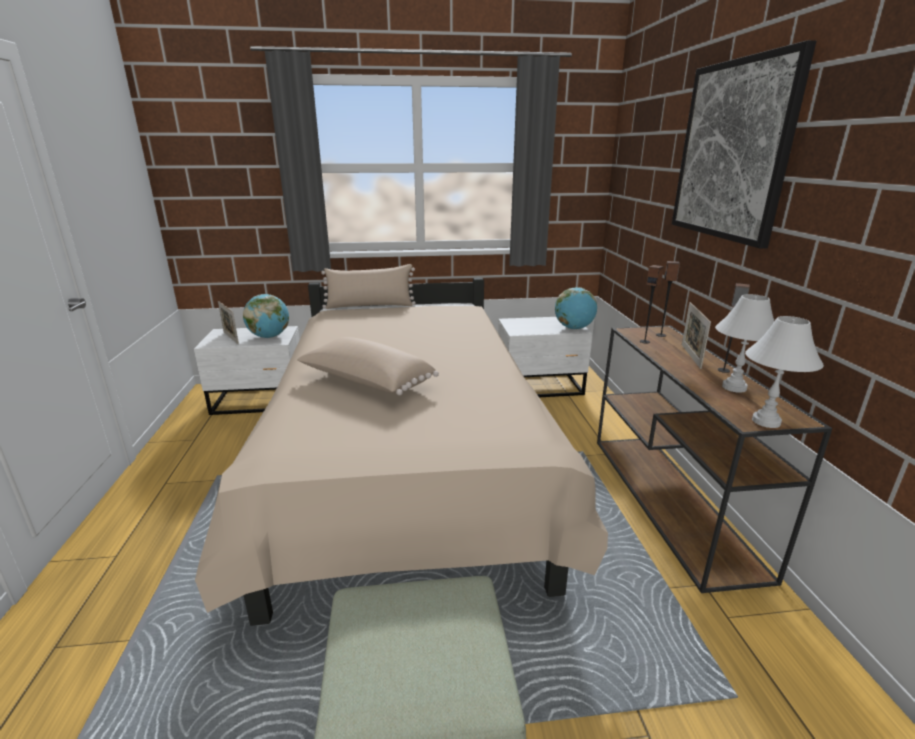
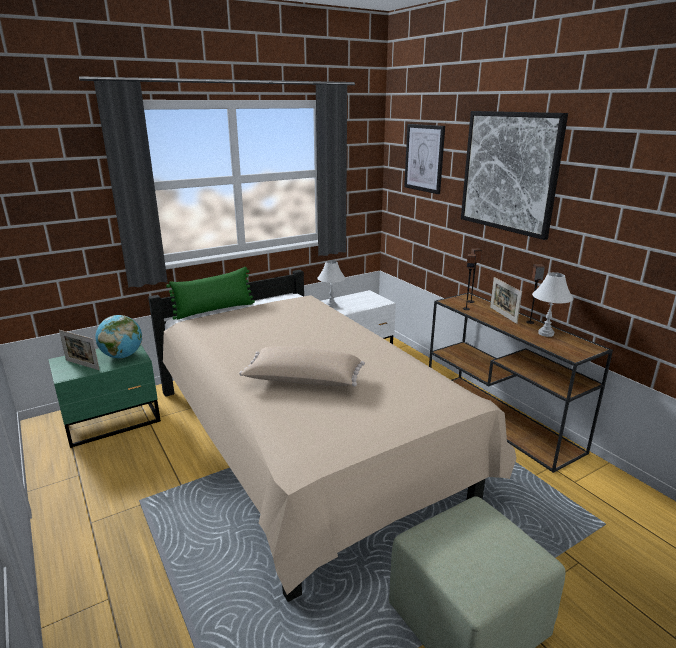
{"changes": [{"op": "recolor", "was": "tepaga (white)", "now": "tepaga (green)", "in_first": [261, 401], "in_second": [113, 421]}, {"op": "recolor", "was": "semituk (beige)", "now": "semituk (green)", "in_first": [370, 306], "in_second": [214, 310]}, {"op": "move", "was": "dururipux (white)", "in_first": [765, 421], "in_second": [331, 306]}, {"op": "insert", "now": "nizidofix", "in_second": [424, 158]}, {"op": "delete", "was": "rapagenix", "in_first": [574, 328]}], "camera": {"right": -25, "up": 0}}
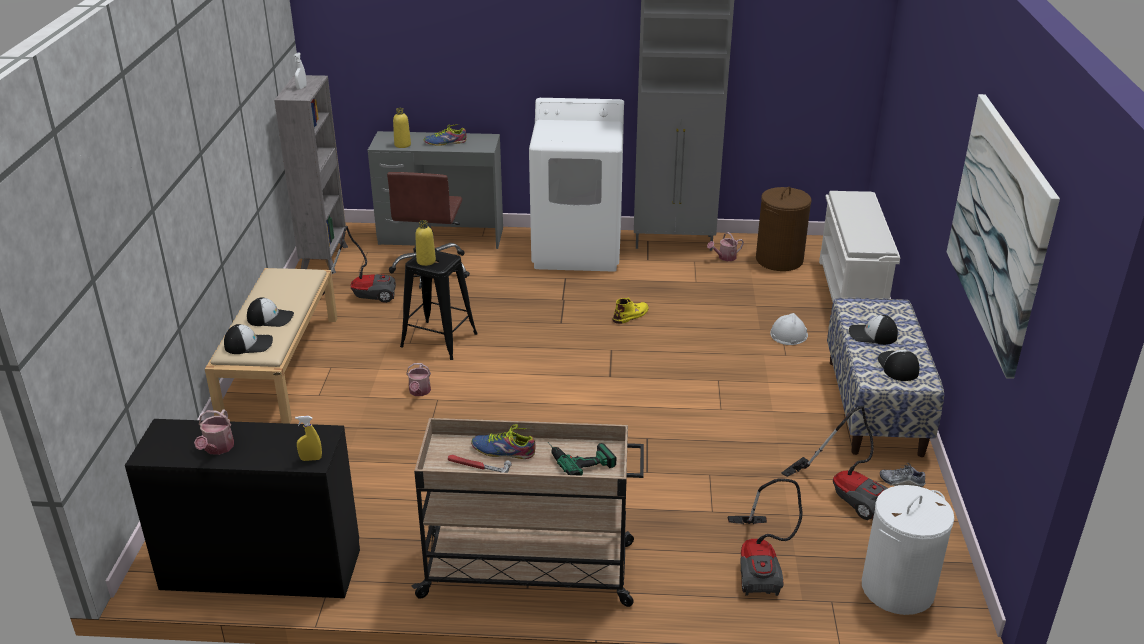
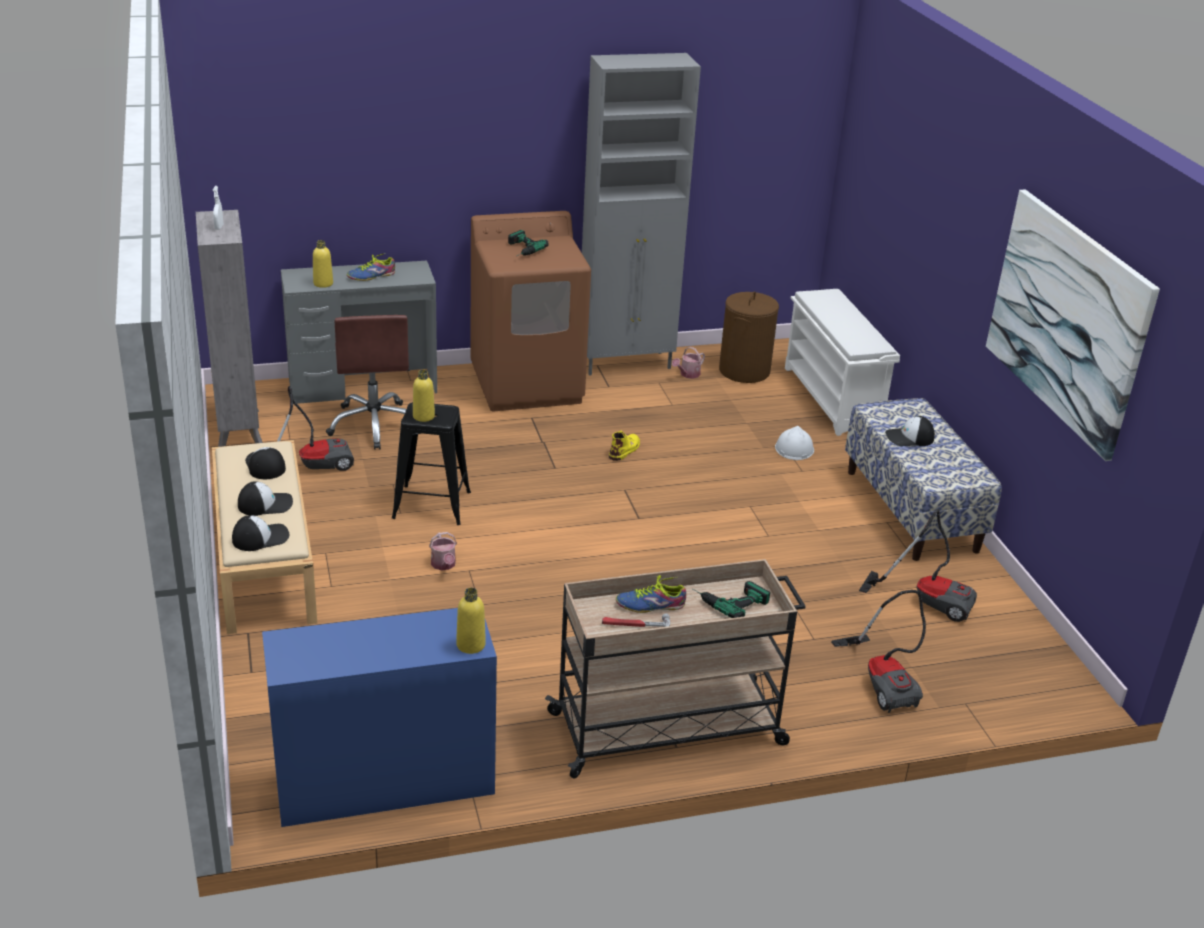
{"changes": [{"op": "move", "was": "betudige", "in_first": [897, 367], "in_second": [265, 465]}, {"op": "recolor", "was": "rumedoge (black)", "now": "rumedoge (blue)", "in_first": [261, 569], "in_second": [384, 782]}, {"op": "replace", "was": "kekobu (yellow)", "now": "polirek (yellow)", "in_first": [311, 459], "in_second": [471, 645]}, {"op": "recolor", "was": "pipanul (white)", "now": "pipanul (brown)", "in_first": [578, 250], "in_second": [527, 384]}, {"op": "insert", "now": "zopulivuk", "in_second": [520, 249]}, {"op": "delete", "was": "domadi", "in_first": [217, 448]}, {"op": "delete", "was": "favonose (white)", "in_first": [898, 588]}, {"op": "delete", "was": "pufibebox", "in_first": [901, 481]}], "camera": {"right": -20, "up": 0}}
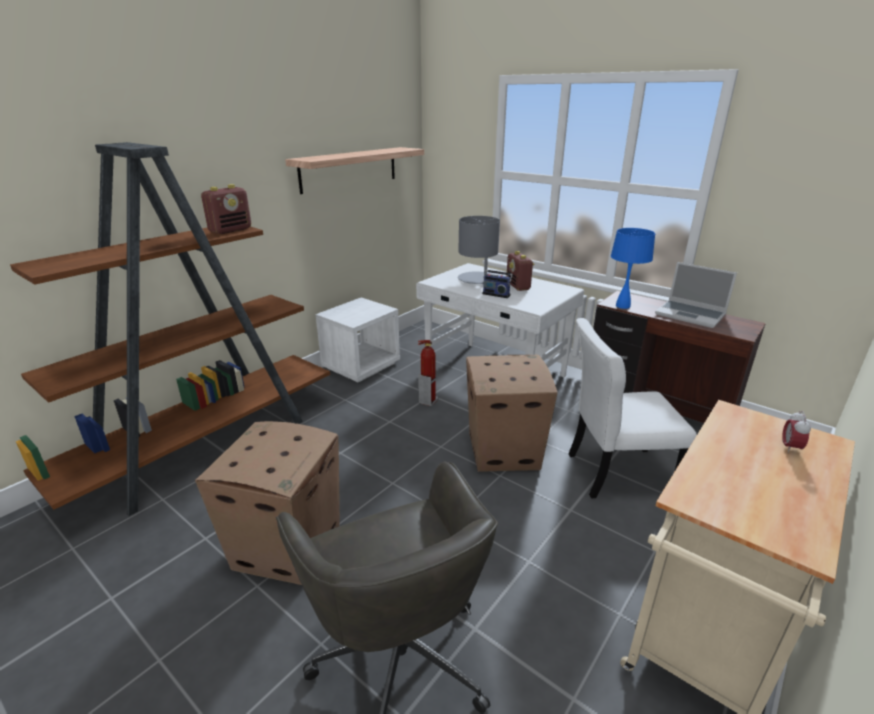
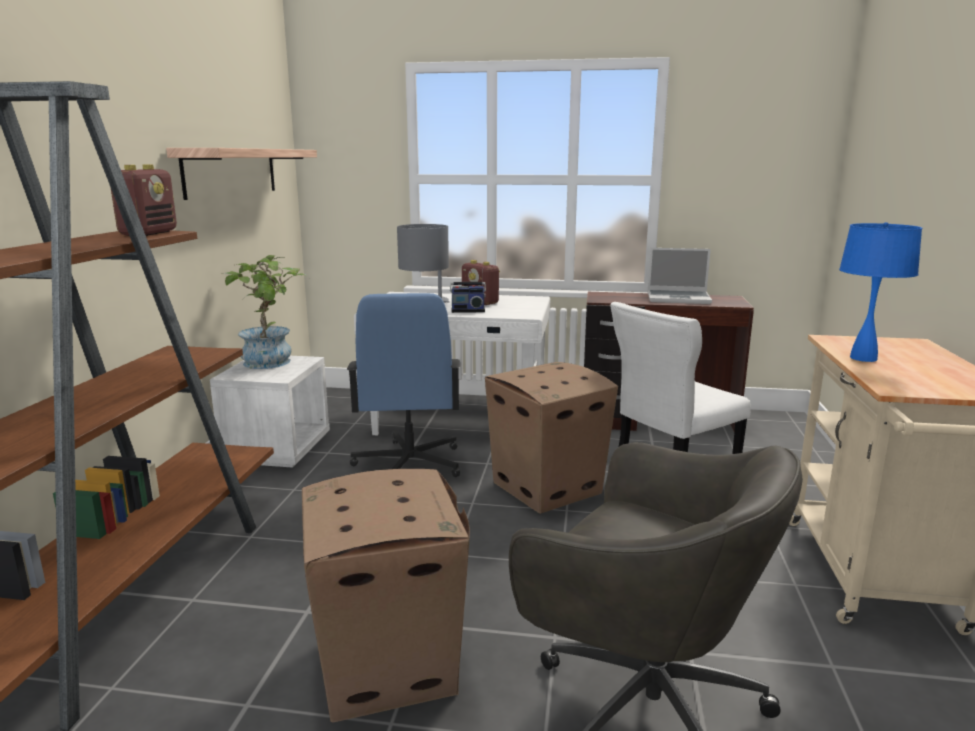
{"changes": [{"op": "insert", "now": "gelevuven", "in_second": [272, 363]}, {"op": "replace", "was": "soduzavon", "now": "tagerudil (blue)", "in_first": [428, 401], "in_second": [409, 464]}, {"op": "move", "was": "dururipux (blue)", "in_first": [623, 306], "in_second": [864, 358]}, {"op": "delete", "was": "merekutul", "in_first": [790, 448]}], "camera": {"right": -30, "up": -10}}
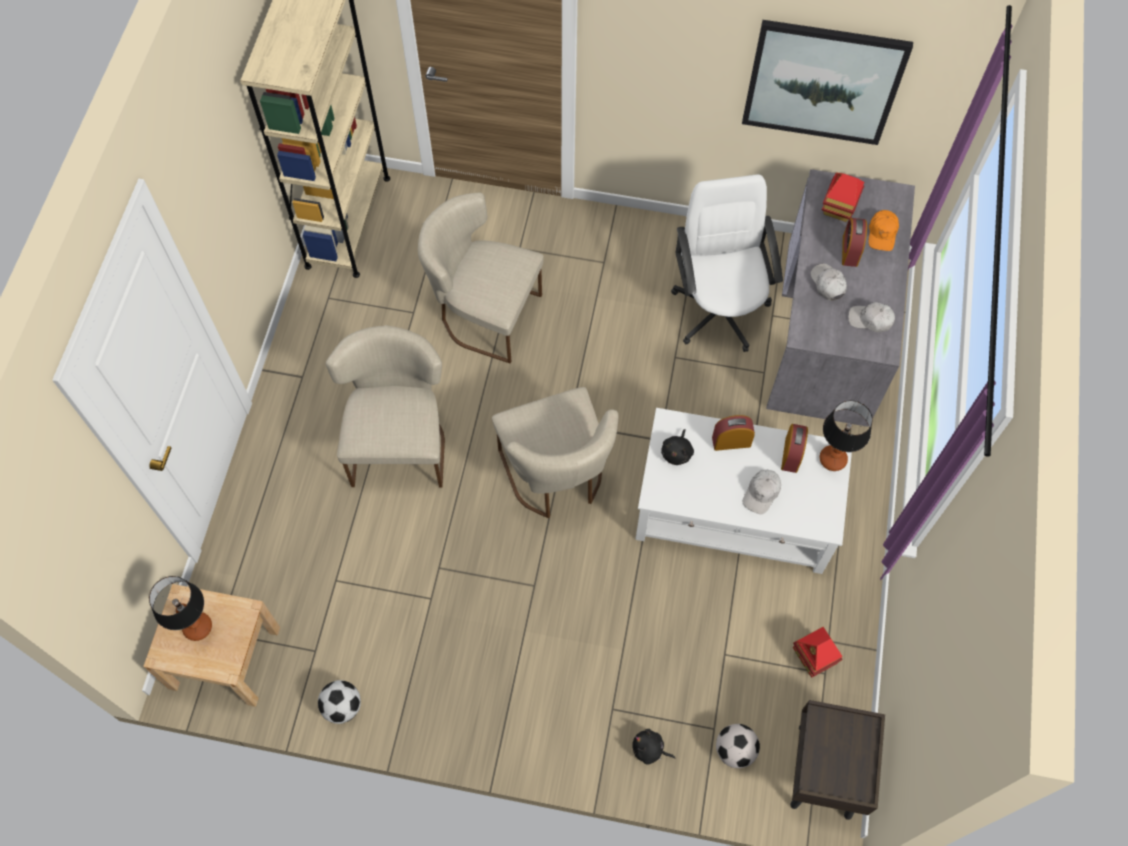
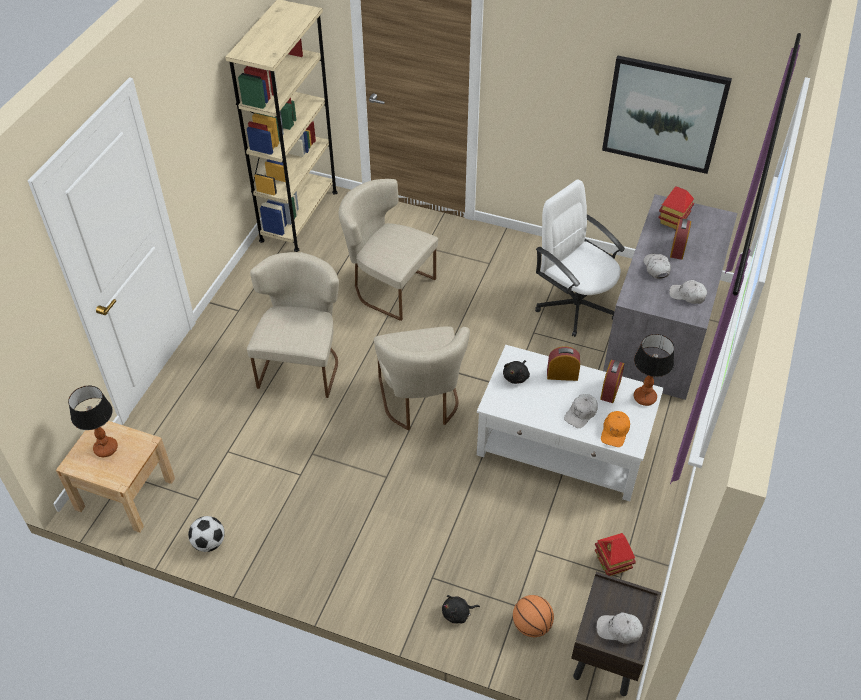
{"changes": [{"op": "rotate", "was": "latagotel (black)", "in_first": [649, 750], "in_second": [458, 613], "clockwise": -45}, {"op": "replace", "was": "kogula", "now": "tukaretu", "in_first": [734, 750], "in_second": [531, 625]}, {"op": "rotate", "was": "tagerudil (white)", "in_first": [719, 310], "in_second": [575, 305], "clockwise": -45}, {"op": "insert", "now": "betudige (white)", "in_second": [619, 630]}, {"op": "move", "was": "betudige (orange)", "in_first": [882, 234], "in_second": [615, 432]}], "camera": {"right": 10, "up": -15}}
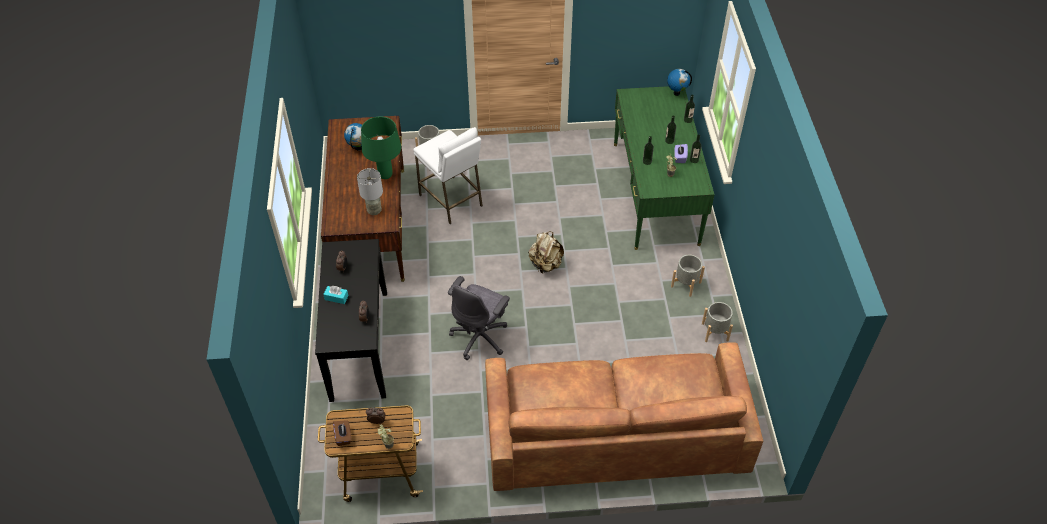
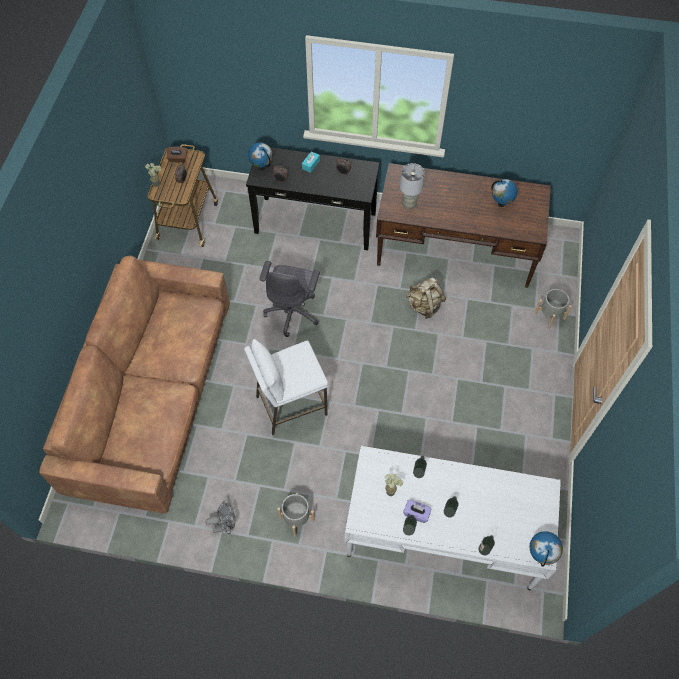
{"changes": [{"op": "replace", "was": "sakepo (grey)", "now": "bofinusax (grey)", "in_first": [715, 332], "in_second": [225, 525]}, {"op": "move", "was": "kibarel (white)", "in_first": [451, 200], "in_second": [291, 405]}, {"op": "insert", "now": "rapagenix", "in_second": [261, 167]}, {"op": "rotate", "was": "tagerudil (grey)", "in_first": [480, 337], "in_second": [293, 312], "clockwise": -120}, {"op": "recolor", "was": "rumedoge (green)", "now": "rumedoge (white)", "in_first": [655, 192], "in_second": [443, 534]}, {"op": "move", "was": "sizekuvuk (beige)", "in_first": [545, 264], "in_second": [424, 306]}, {"op": "delete", "was": "dururipux (green)", "in_first": [385, 175]}], "camera": {"right": 105, "up": 10}}
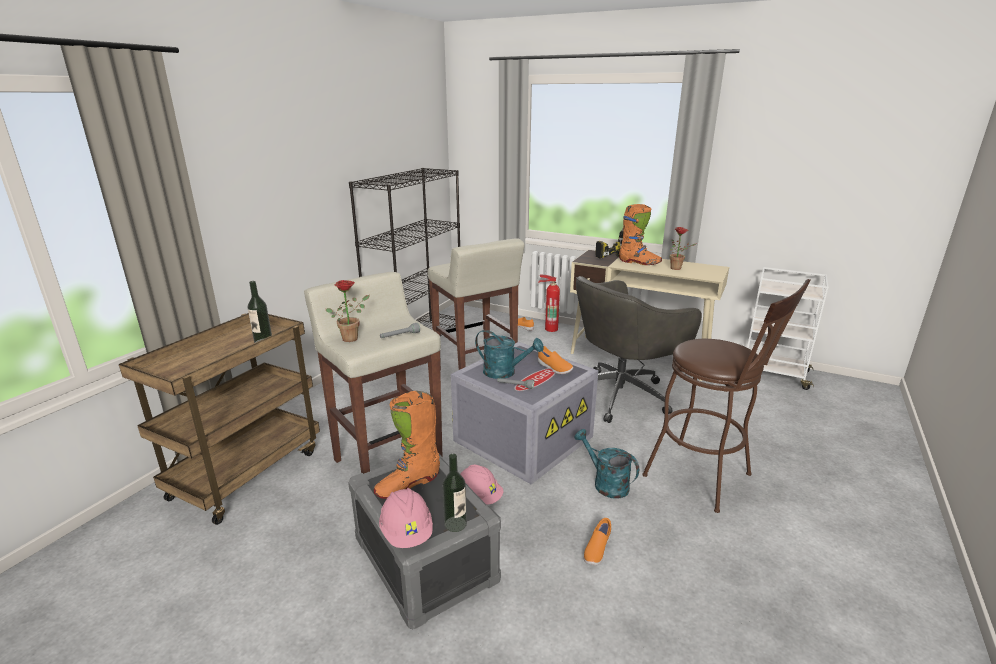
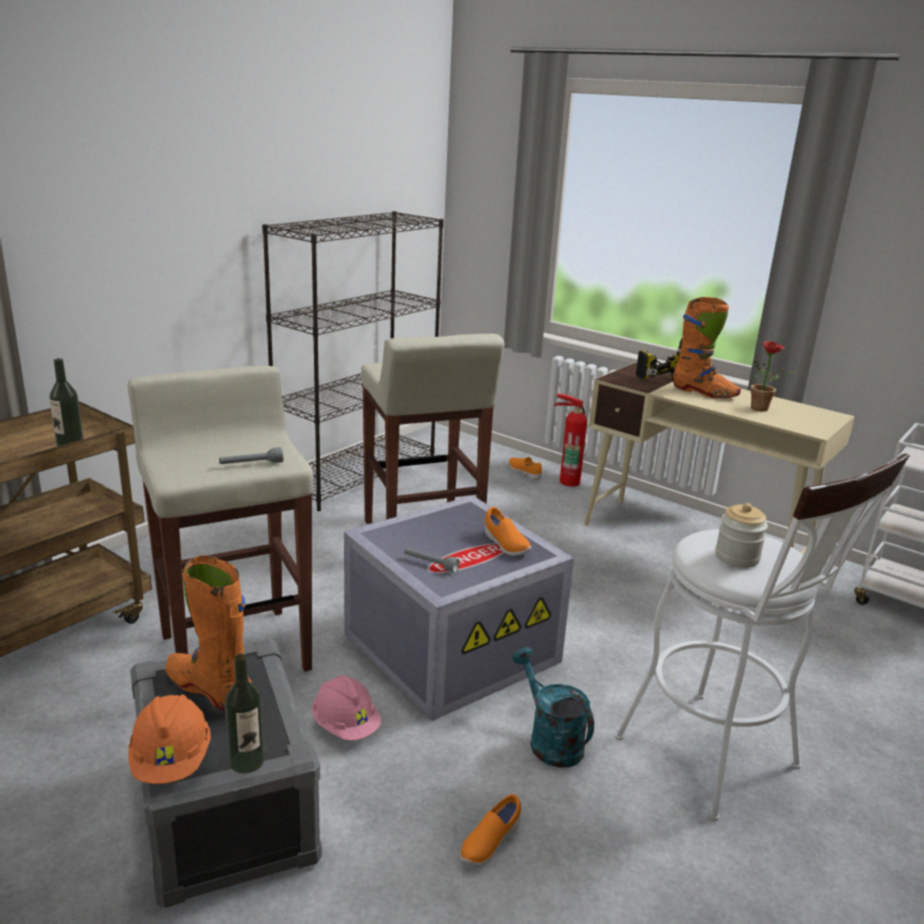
{"changes": [{"op": "recolor", "was": "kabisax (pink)", "now": "kabisax (orange)", "in_first": [407, 532], "in_second": [172, 761]}, {"op": "rotate", "was": "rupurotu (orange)", "in_first": [408, 484], "in_second": [209, 689], "clockwise": 60}, {"op": "recolor", "was": "kibarel (brown)", "now": "kibarel (white)", "in_first": [706, 478], "in_second": [718, 761]}, {"op": "insert", "now": "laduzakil", "in_second": [737, 557]}, {"op": "delete", "was": "gelevuven", "in_first": [352, 337]}, {"op": "delete", "was": "domadi (turquoise)", "in_first": [505, 372]}, {"op": "delete", "was": "tagerudil (grey)", "in_first": [621, 395]}], "camera": {"right": 10, "up": 0}}
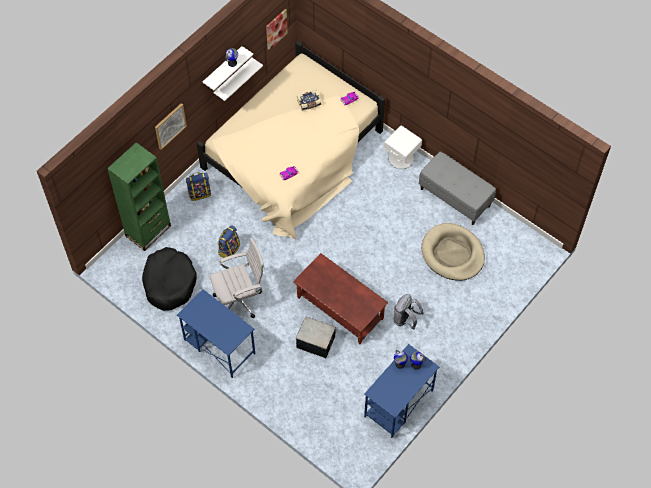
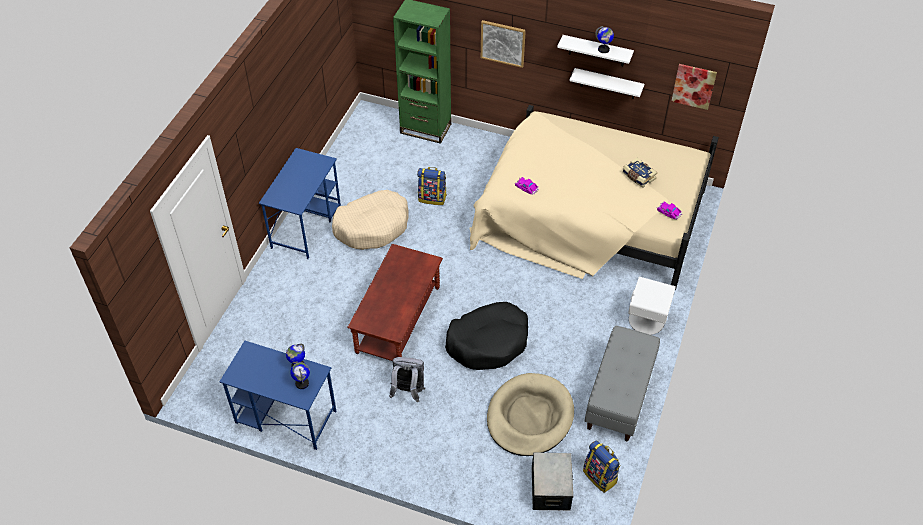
{"changes": [{"op": "replace", "was": "tagerudil (white)", "now": "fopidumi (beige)", "in_first": [240, 300], "in_second": [372, 226]}, {"op": "move", "was": "fopidumi (black)", "in_first": [169, 283], "in_second": [488, 342]}, {"op": "move", "was": "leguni", "in_first": [315, 342], "in_second": [551, 489]}, {"op": "move", "was": "sizekuvuk", "in_first": [199, 193], "in_second": [600, 476]}], "camera": {"right": 70, "up": -10}}
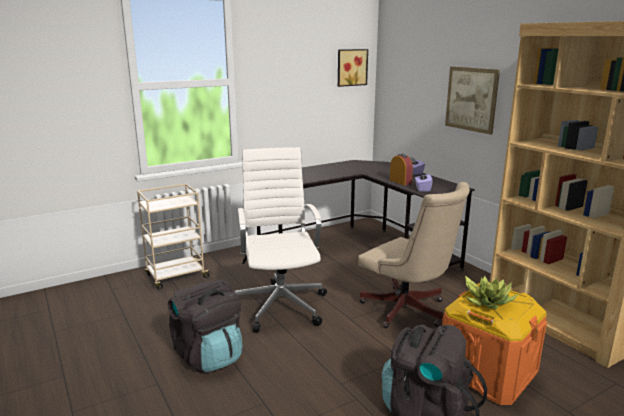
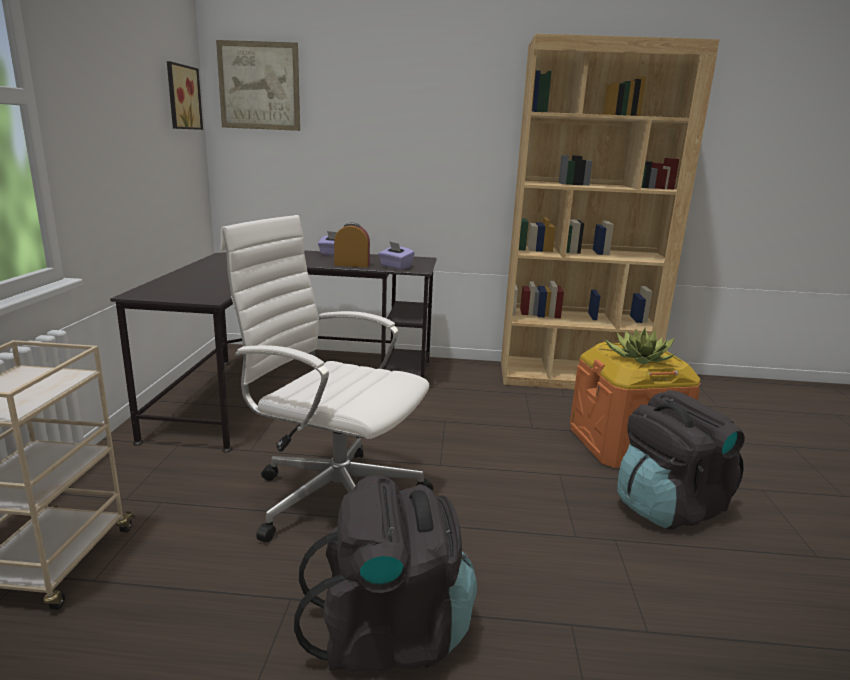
{"changes": [{"op": "move", "was": "nizidofix", "in_first": [471, 99], "in_second": [259, 86]}, {"op": "delete", "was": "tagerudil (beige)", "in_first": [408, 311]}], "camera": {"right": -55, "up": 0}}
